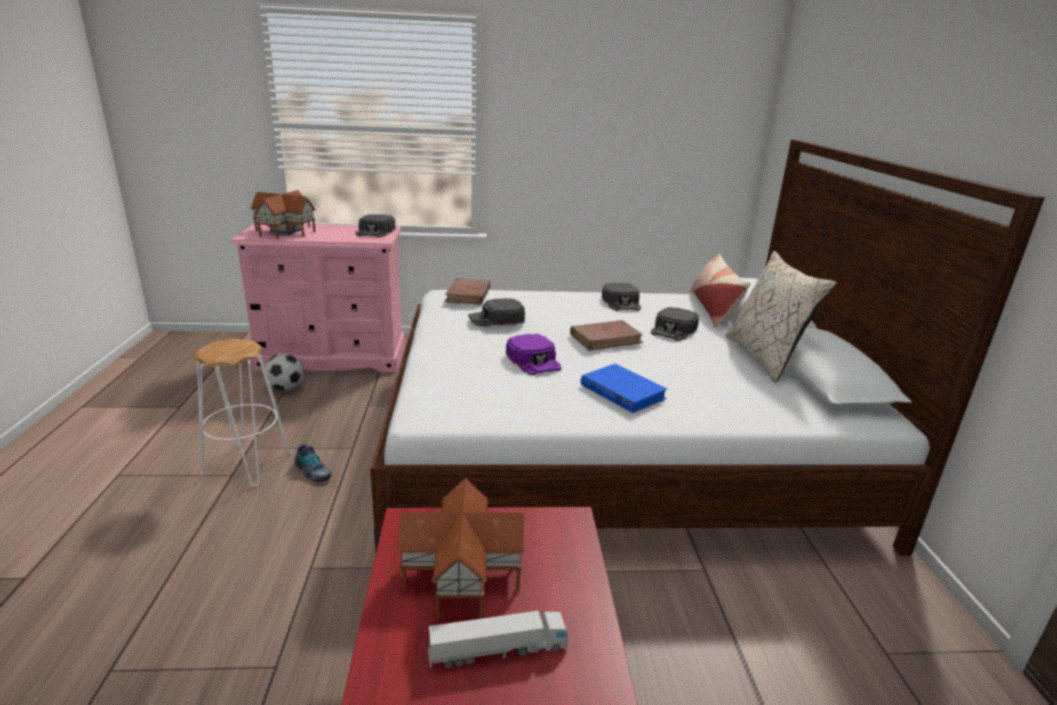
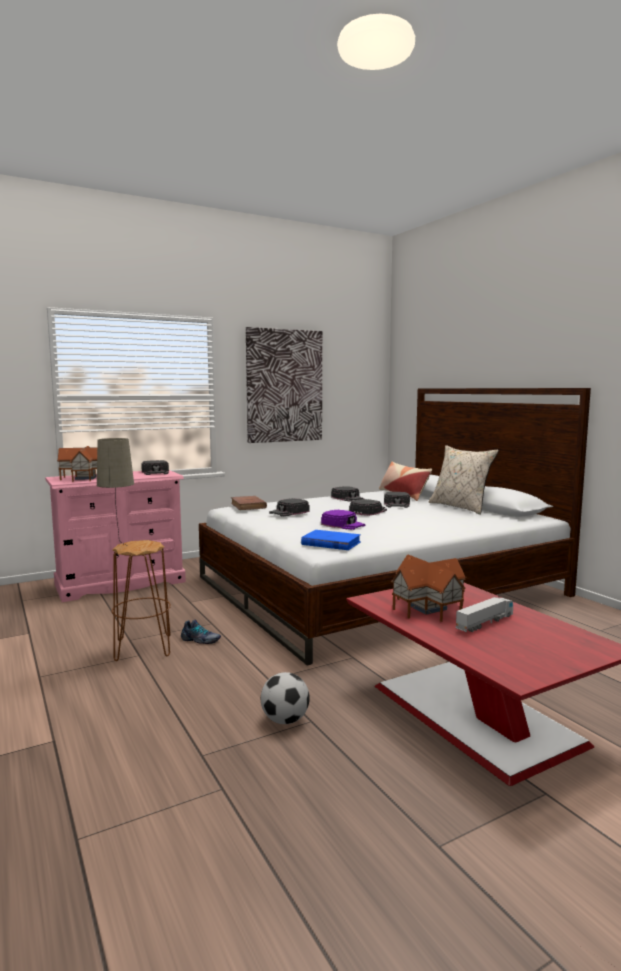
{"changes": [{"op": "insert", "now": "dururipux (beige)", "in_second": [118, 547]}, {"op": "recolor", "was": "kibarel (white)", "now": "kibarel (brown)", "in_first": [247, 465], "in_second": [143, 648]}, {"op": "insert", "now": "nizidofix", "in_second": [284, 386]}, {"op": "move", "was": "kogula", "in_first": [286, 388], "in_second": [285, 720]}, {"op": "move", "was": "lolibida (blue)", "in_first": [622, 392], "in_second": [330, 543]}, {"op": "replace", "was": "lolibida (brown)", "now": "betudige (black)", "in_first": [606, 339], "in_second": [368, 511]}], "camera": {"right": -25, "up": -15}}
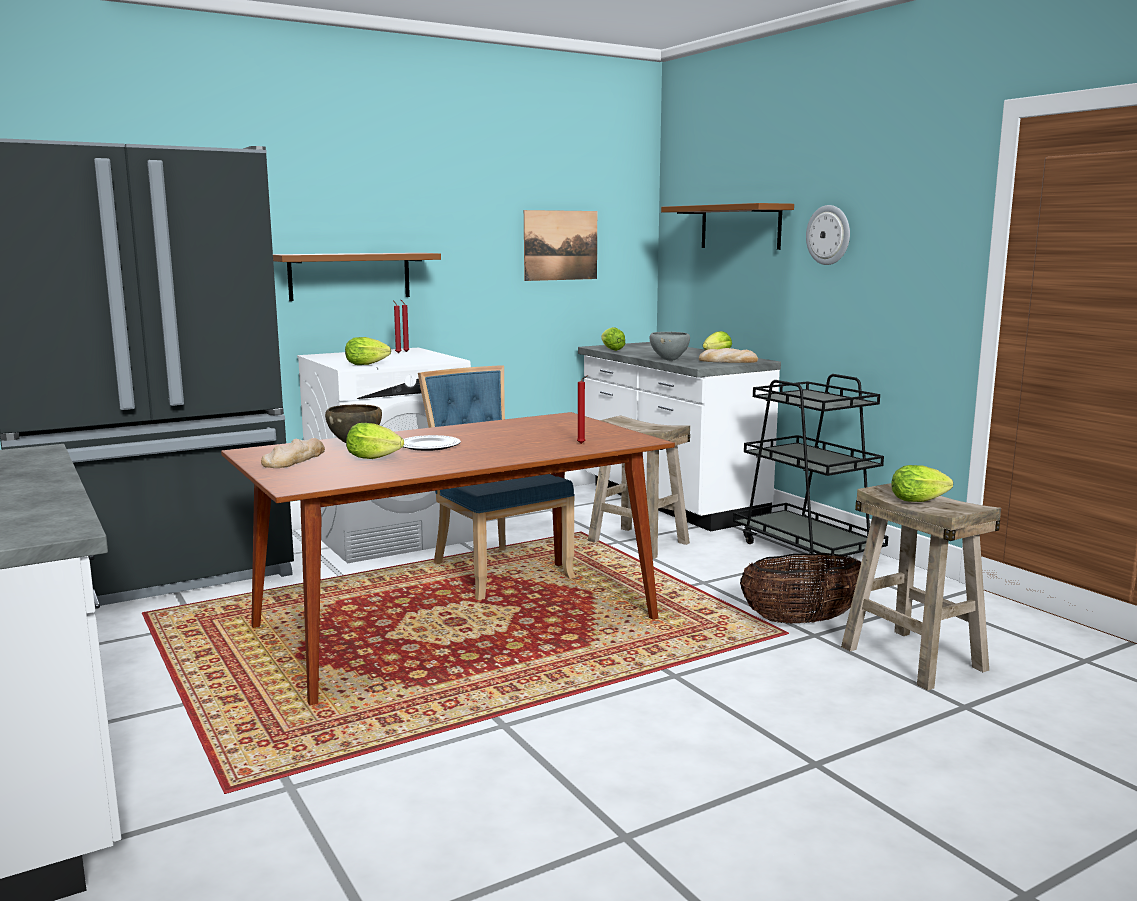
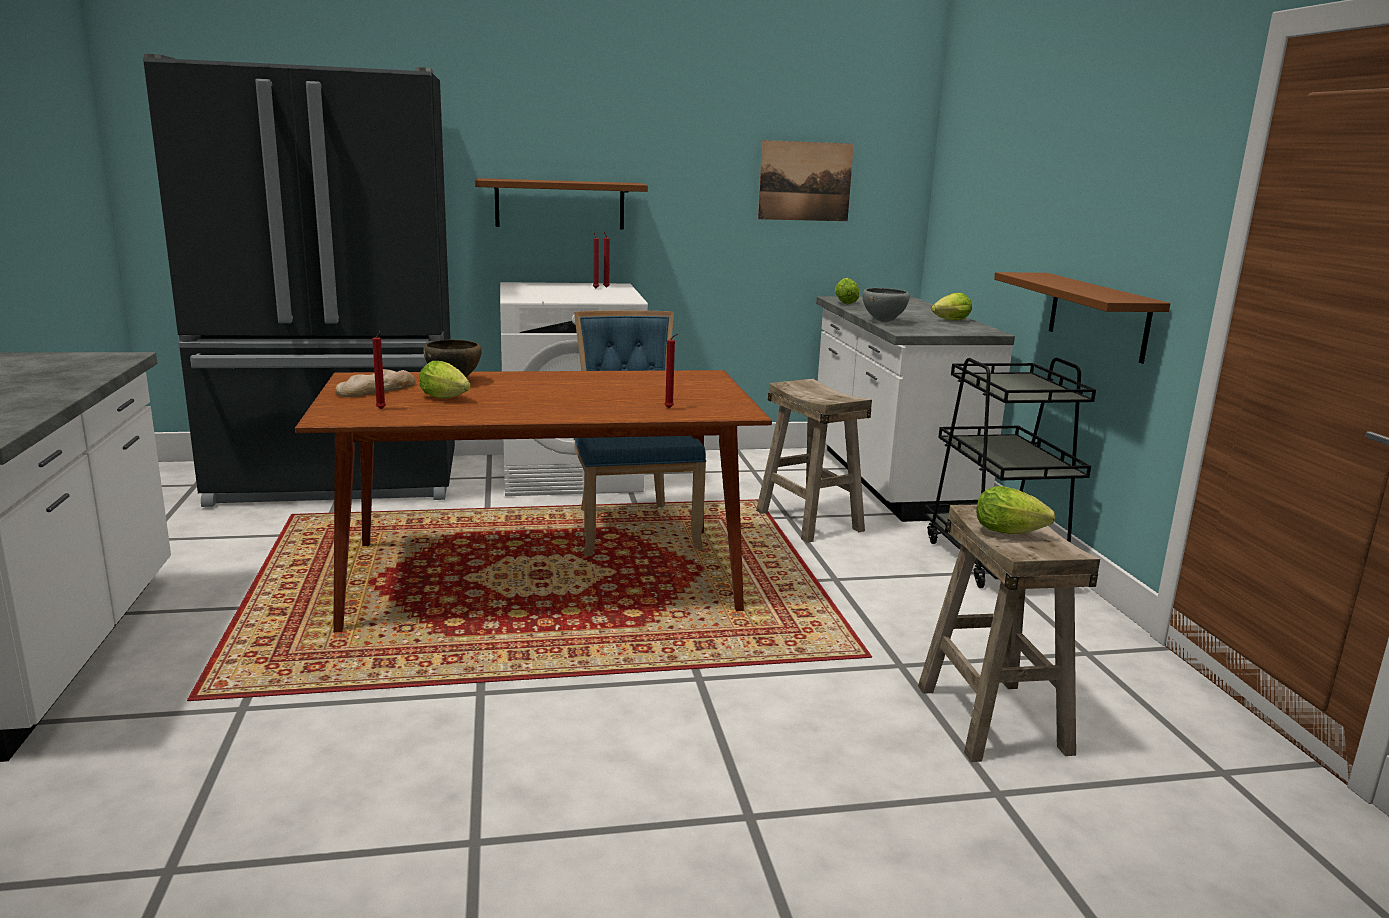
{"changes": [{"op": "insert", "now": "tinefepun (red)", "in_second": [381, 409]}, {"op": "move", "was": "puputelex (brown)", "in_first": [740, 227], "in_second": [1098, 316]}, {"op": "delete", "was": "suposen", "in_first": [369, 364]}, {"op": "delete", "was": "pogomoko", "in_first": [429, 445]}, {"op": "delete", "was": "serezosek", "in_first": [728, 361]}, {"op": "delete", "was": "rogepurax", "in_first": [802, 621]}, {"op": "delete", "was": "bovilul", "in_first": [829, 235]}], "camera": {"right": 20, "up": 5}}
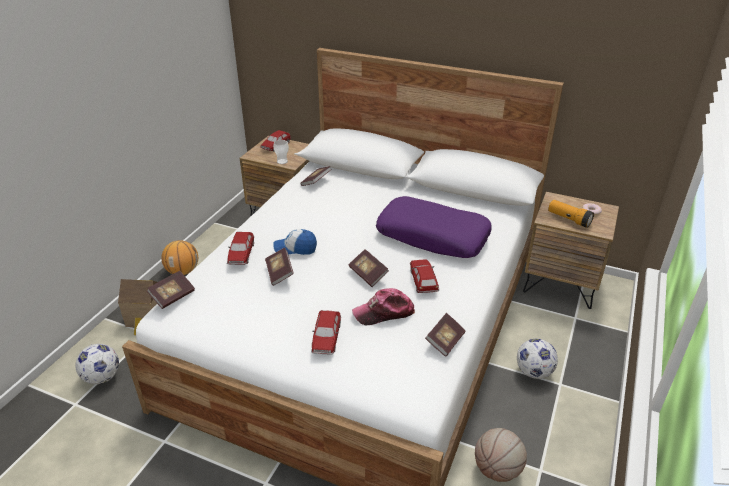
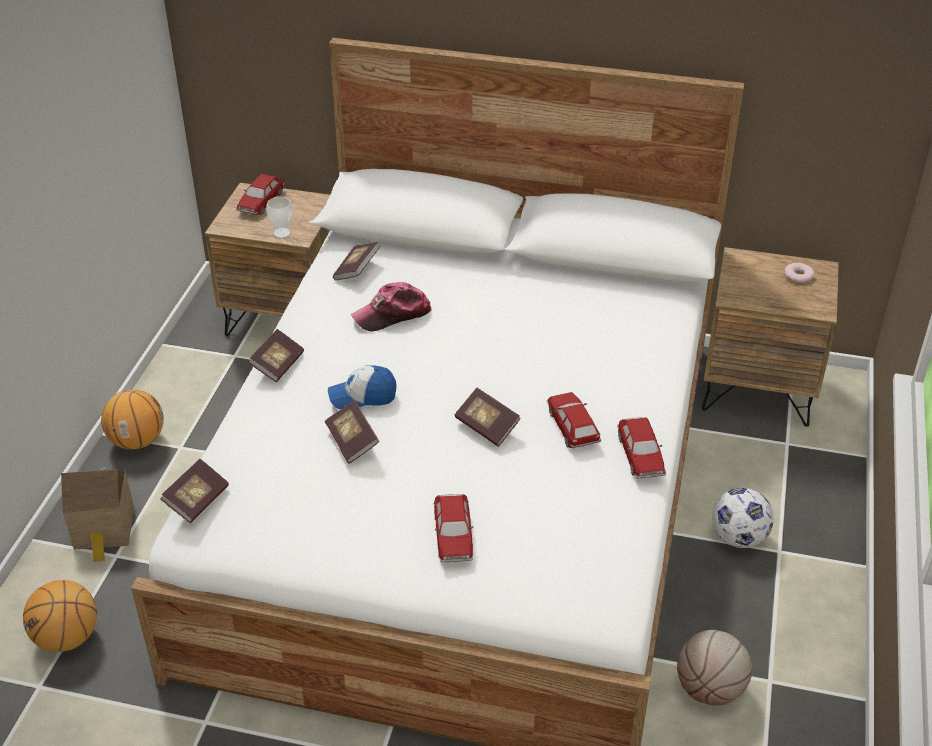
{"changes": [{"op": "replace", "was": "kogula", "now": "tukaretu", "in_first": [102, 377], "in_second": [67, 638]}, {"op": "move", "was": "lolibida", "in_first": [445, 341], "in_second": [278, 365]}, {"op": "move", "was": "betudige", "in_first": [384, 313], "in_second": [392, 314]}, {"op": "move", "was": "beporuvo", "in_first": [241, 254], "in_second": [640, 456]}, {"op": "delete", "was": "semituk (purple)", "in_first": [433, 236]}, {"op": "delete", "was": "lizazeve", "in_first": [569, 219]}], "camera": {"right": -10, "up": 5}}
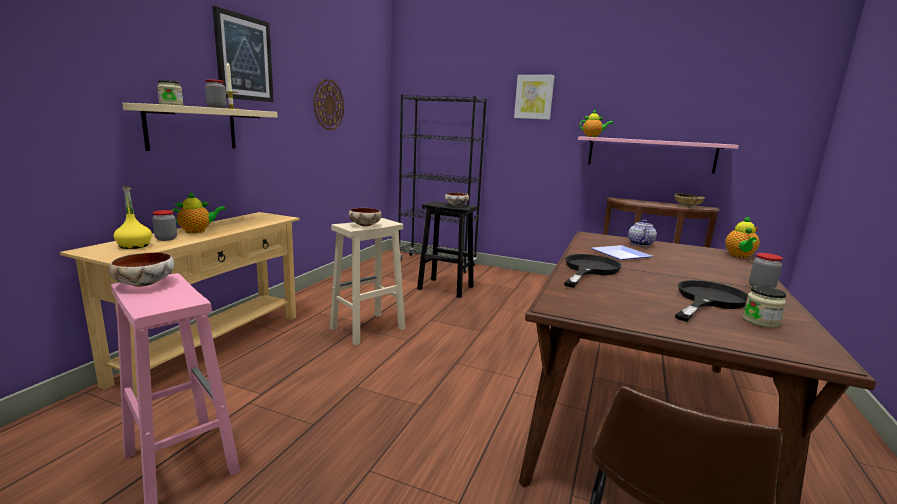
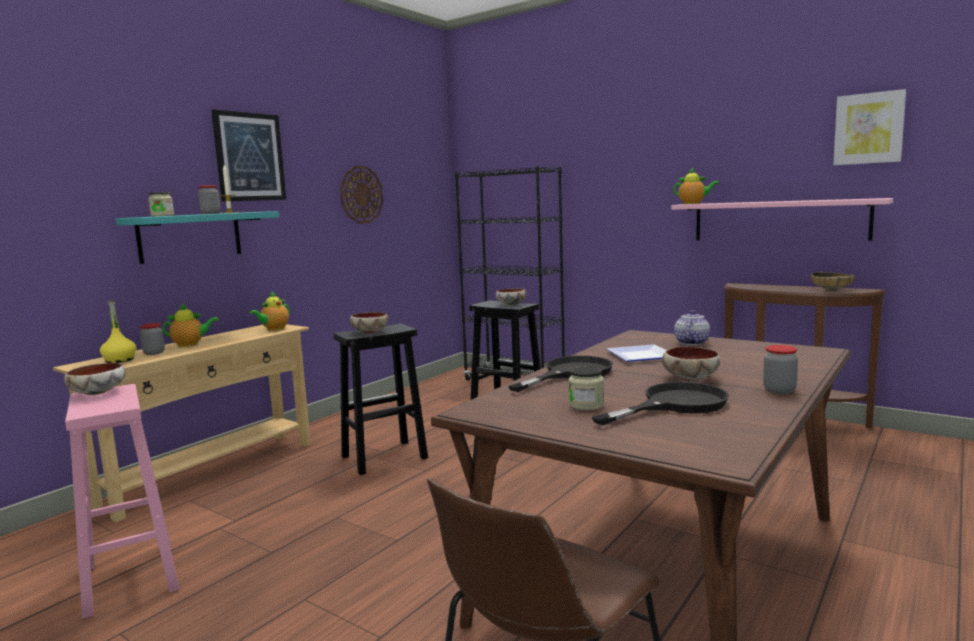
{"changes": [{"op": "recolor", "was": "puputelex (beige)", "now": "puputelex (turquoise)", "in_first": [192, 128], "in_second": [190, 236]}, {"op": "move", "was": "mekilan", "in_first": [739, 256], "in_second": [274, 329]}, {"op": "recolor", "was": "kibarel (beige)", "now": "kibarel (black)", "in_first": [366, 329], "in_second": [383, 457]}, {"op": "move", "was": "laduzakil", "in_first": [760, 321], "in_second": [586, 405]}, {"op": "insert", "now": "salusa", "in_second": [689, 378]}, {"op": "move", "was": "nizidofix", "in_first": [534, 97], "in_second": [868, 128]}], "camera": {"right": 15, "up": -5}}
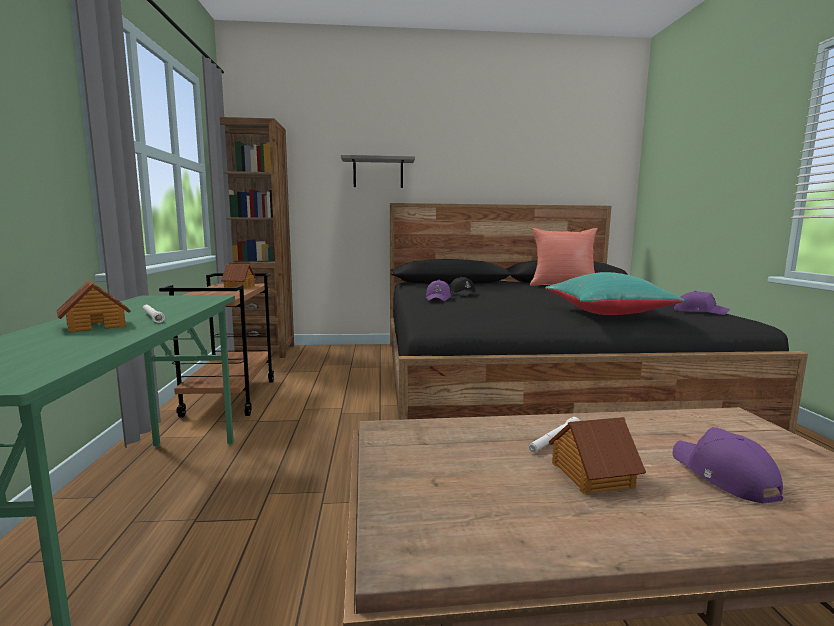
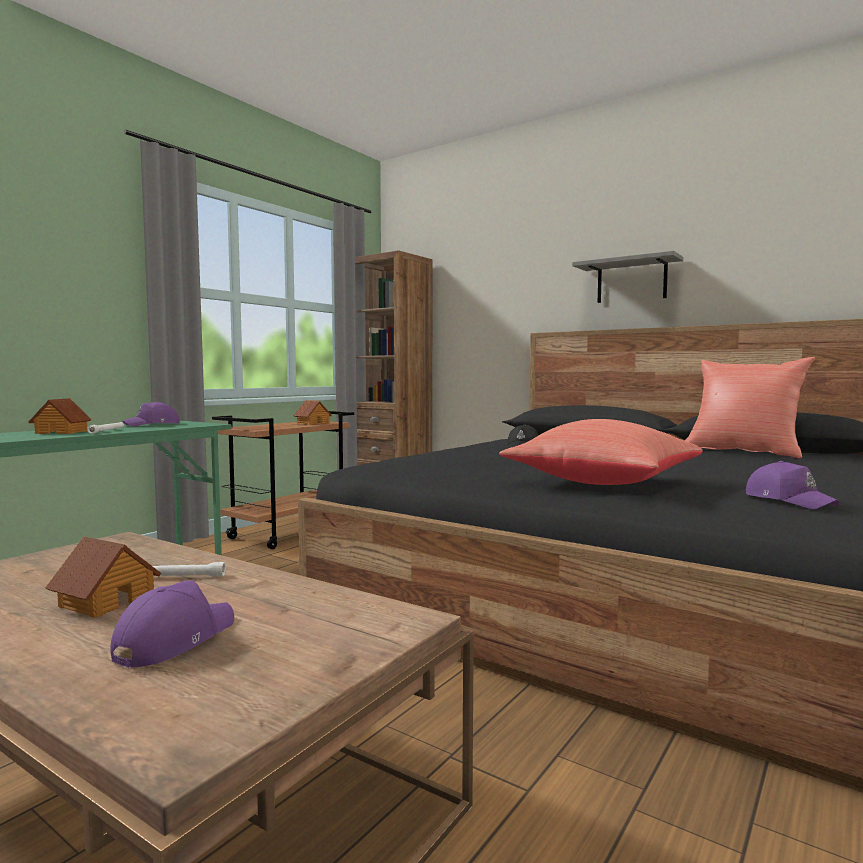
{"changes": [{"op": "move", "was": "betudige (purple)", "in_first": [438, 298], "in_second": [153, 424]}, {"op": "recolor", "was": "semituk (turquoise)", "now": "semituk (red)", "in_first": [608, 314], "in_second": [600, 484]}, {"op": "move", "was": "puputelex (grey)", "in_first": [378, 173], "in_second": [631, 281]}], "camera": {"right": 40, "up": -5}}
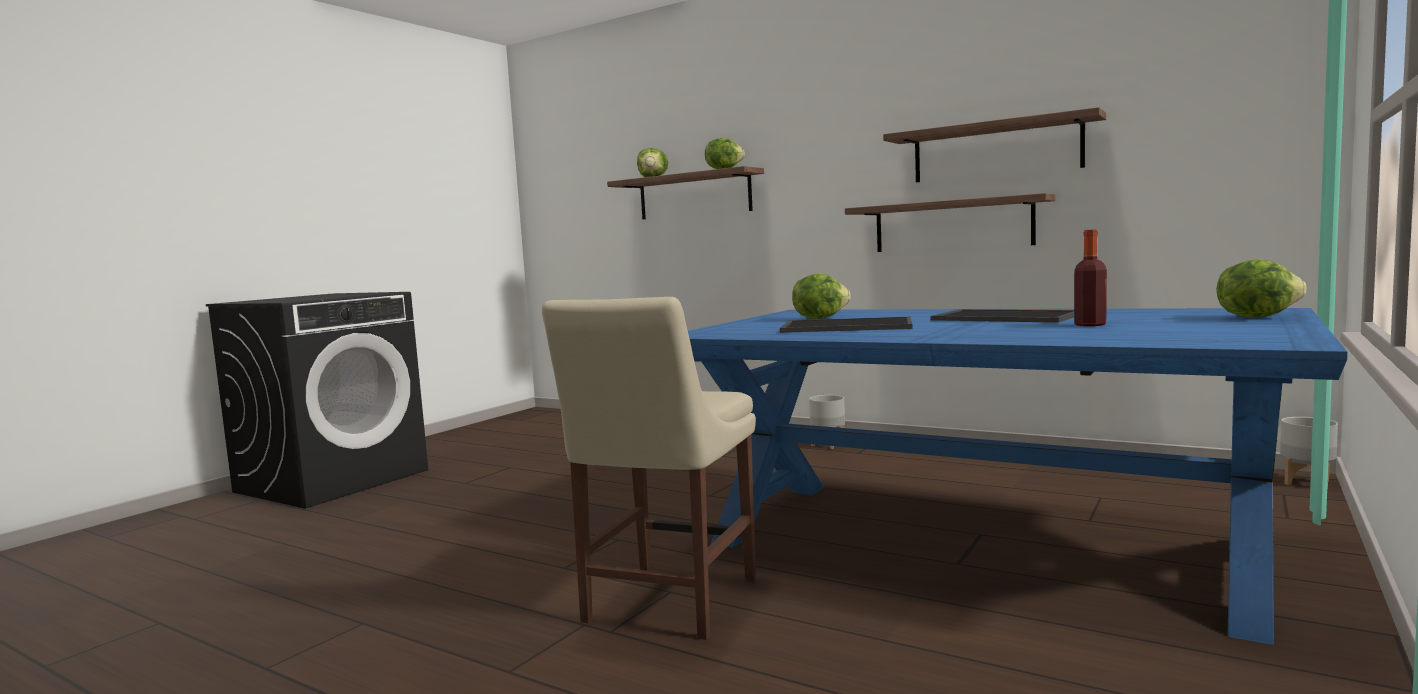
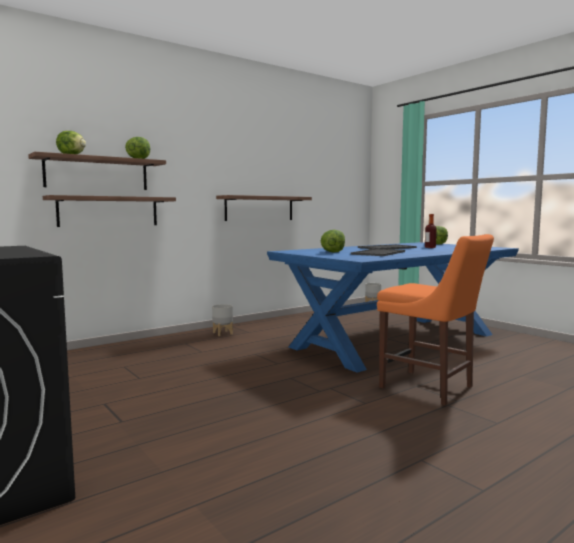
{"changes": [{"op": "move", "was": "puputelex", "in_first": [995, 150], "in_second": [109, 211]}, {"op": "recolor", "was": "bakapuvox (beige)", "now": "bakapuvox (orange)", "in_first": [666, 603], "in_second": [430, 388]}], "camera": {"right": -70, "up": 0}}
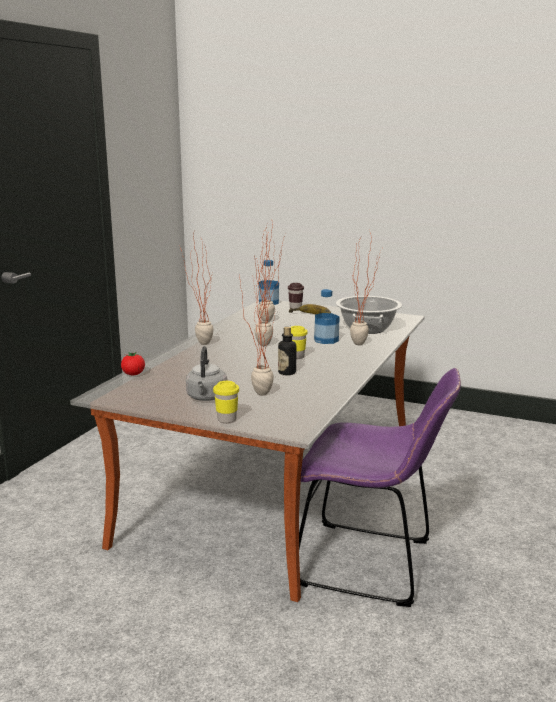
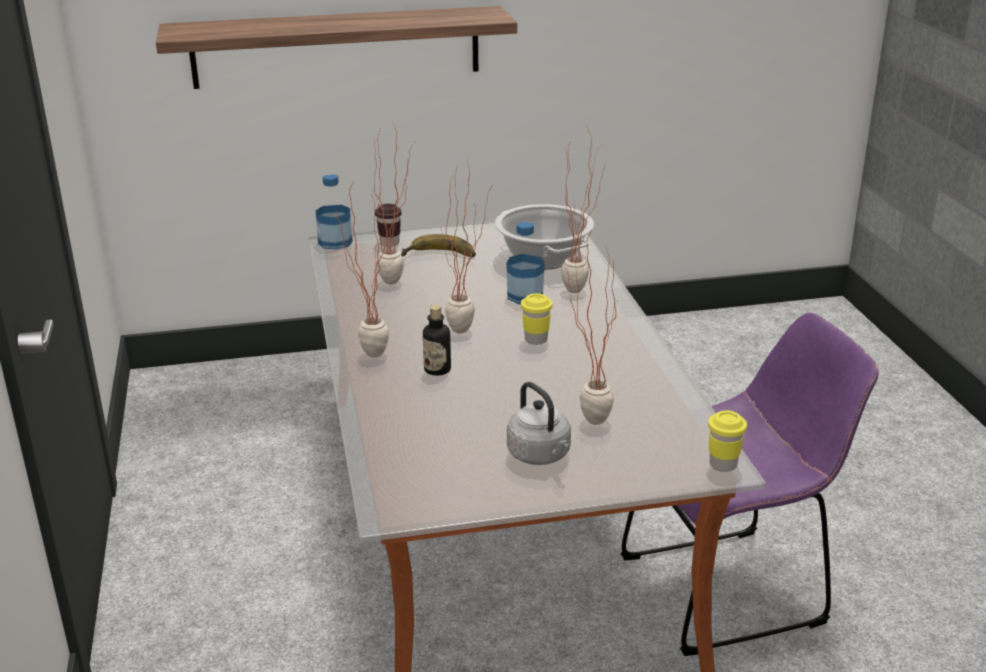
{"changes": [{"op": "insert", "now": "puputelex", "in_second": [336, 47]}, {"op": "move", "was": "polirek", "in_first": [287, 372], "in_second": [437, 370]}, {"op": "move", "was": "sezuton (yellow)", "in_first": [227, 419], "in_second": [723, 464]}, {"op": "delete", "was": "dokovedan", "in_first": [133, 374]}], "camera": {"right": -35, "up": 10}}
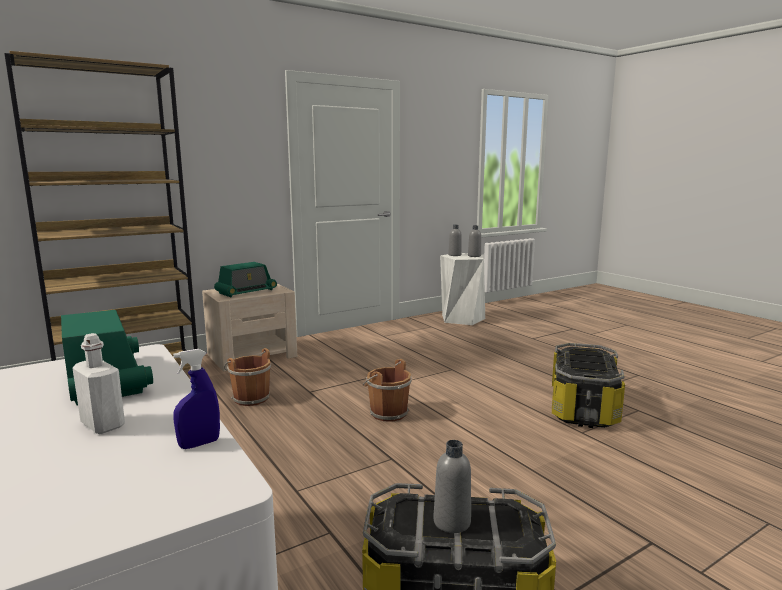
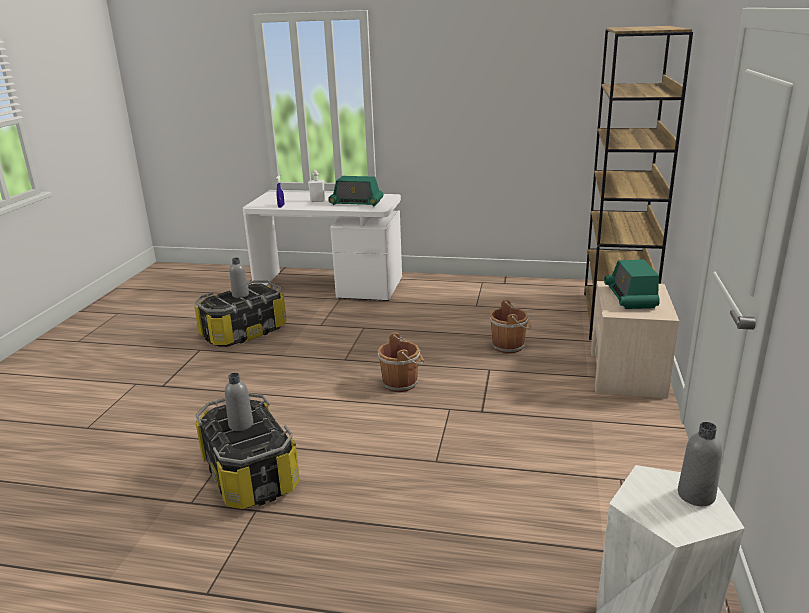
{"changes": [{"op": "move", "was": "polirek (grey)", "in_first": [474, 256], "in_second": [241, 424]}], "camera": {"right": 135, "up": 10}}
